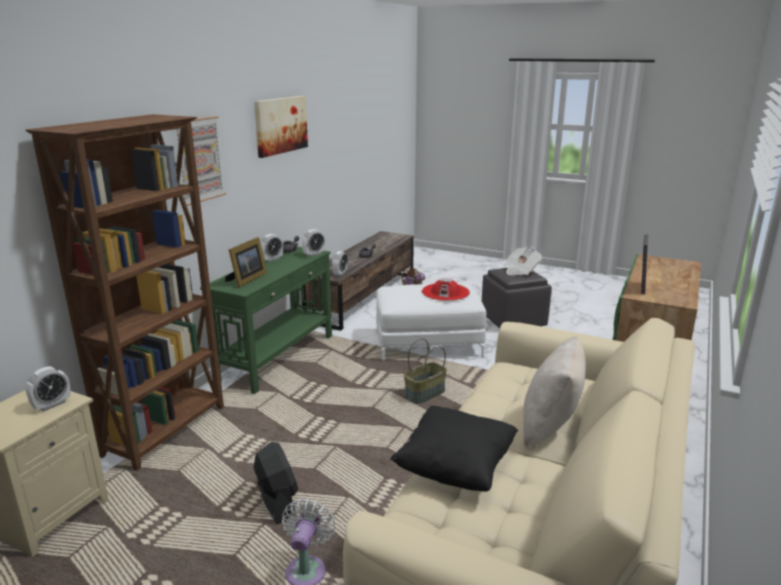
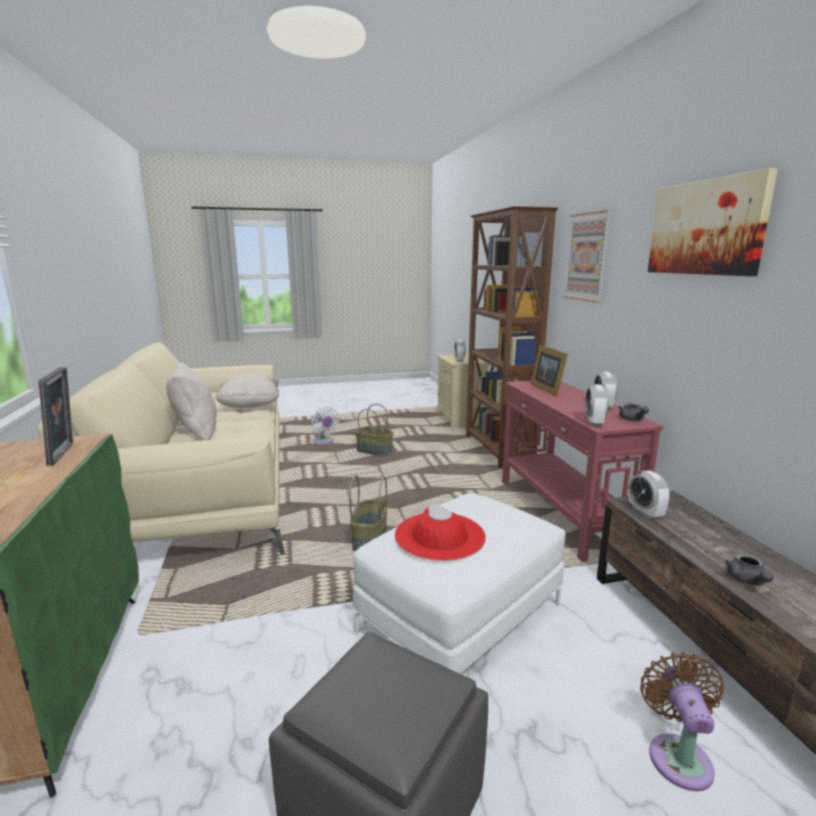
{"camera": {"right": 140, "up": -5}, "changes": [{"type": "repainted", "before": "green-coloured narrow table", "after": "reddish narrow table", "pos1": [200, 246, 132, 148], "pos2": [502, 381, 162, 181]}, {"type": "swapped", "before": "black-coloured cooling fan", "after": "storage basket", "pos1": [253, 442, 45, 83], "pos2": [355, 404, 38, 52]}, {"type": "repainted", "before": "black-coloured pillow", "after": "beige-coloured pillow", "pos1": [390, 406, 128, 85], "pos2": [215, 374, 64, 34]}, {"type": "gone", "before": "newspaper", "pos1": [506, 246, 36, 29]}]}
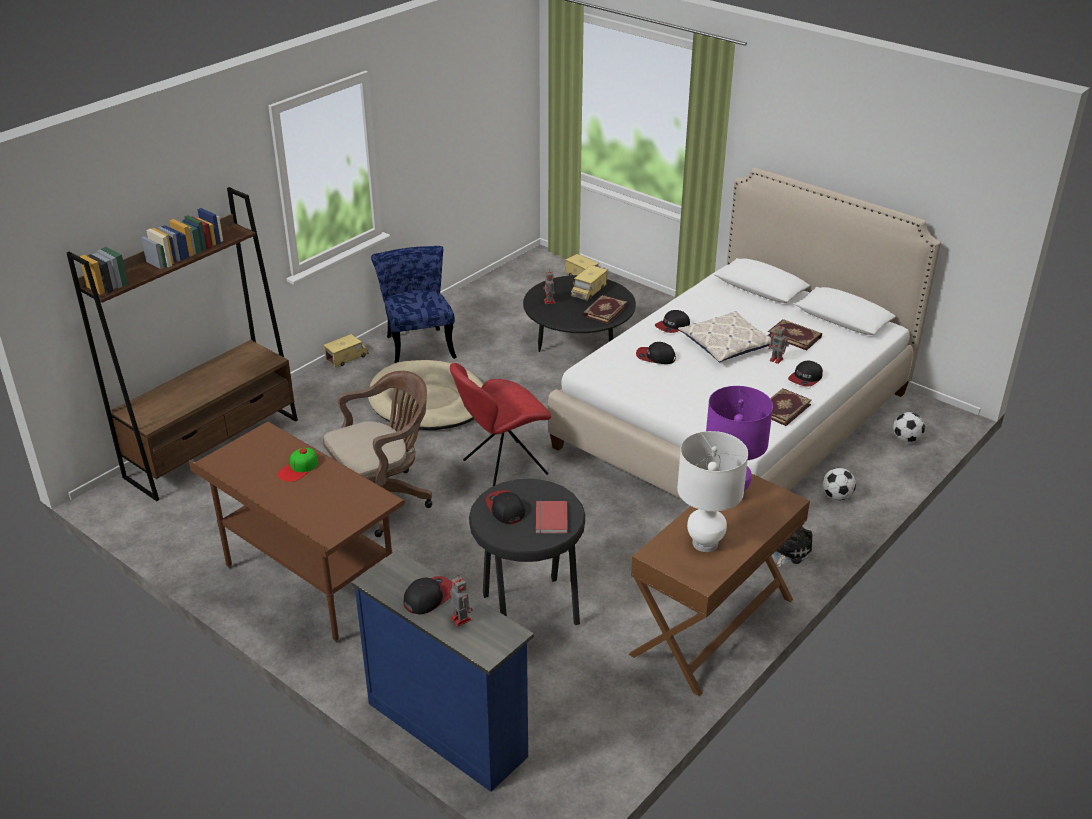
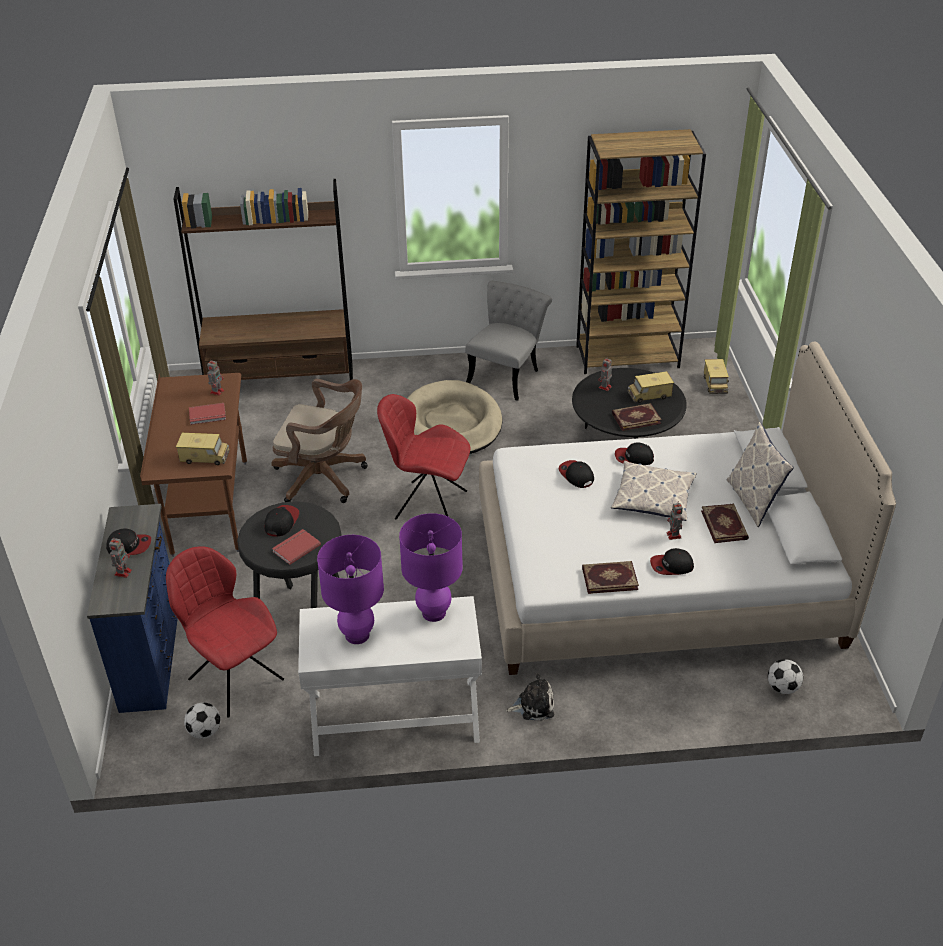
{"camera": {"right": 45, "up": 5}, "changes": [{"type": "swapped", "before": "peaked cap", "after": "reddish volume", "pos1": [278, 448, 40, 34], "pos2": [189, 403, 37, 22]}, {"type": "shifted", "before": "toy truck", "pos1": [323, 334, 46, 33], "pos2": [176, 433, 54, 32]}, {"type": "repainted", "before": "blue plain chair", "after": "greyish plain chair", "pos1": [371, 246, 86, 118], "pos2": [465, 281, 87, 119]}, {"type": "repainted", "before": "brown-coloured narrow table", "after": "white narrow table", "pos1": [628, 473, 182, 224], "pos2": [298, 596, 184, 160]}, {"type": "repainted", "before": "white lamp for a table", "after": "purple lamp for a table", "pos1": [677, 431, 71, 121], "pos2": [317, 535, 67, 109]}, {"type": "shifted", "before": "ball for football", "pos1": [823, 468, 33, 32], "pos2": [184, 703, 37, 36]}, {"type": "new", "after": "reddish plain chair", "pos2": [166, 546, 118, 172]}, {"type": "new", "after": "toy robot", "pos2": [207, 358, 17, 37]}, {"type": "new", "after": "brown-coloured shelving unit", "pos2": [576, 129, 130, 245]}, {"type": "new", "after": "pillow", "pos2": [727, 422, 67, 105]}]}
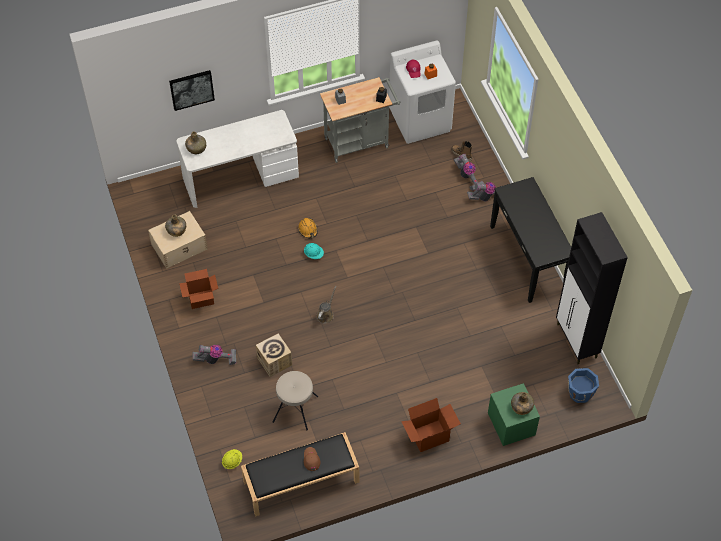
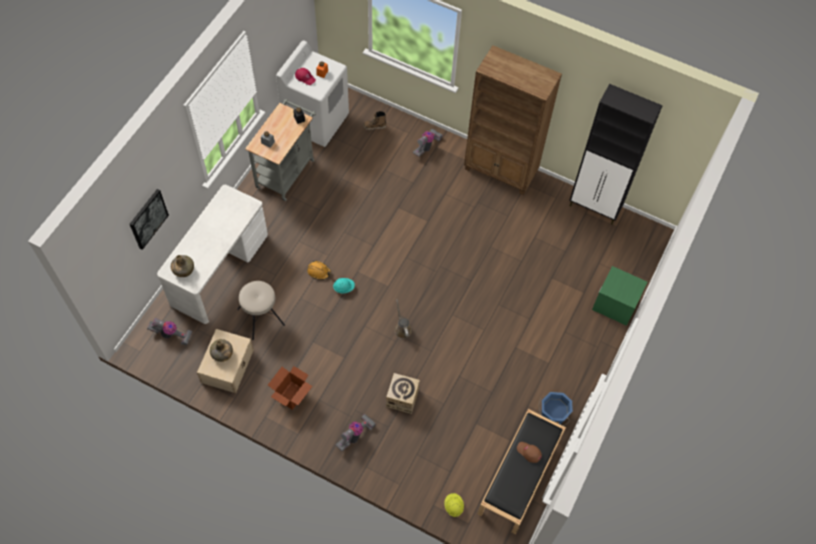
{"camera": {"right": -45, "up": 5}, "changes": [{"type": "shifted", "before": "beige-coloured stool seat", "pos1": [273, 371, 45, 59], "pos2": [237, 281, 48, 59]}, {"type": "gone", "before": "carton", "pos1": [401, 398, 60, 54]}, {"type": "shifted", "before": "vacuum", "pos1": [454, 154, 30, 37], "pos2": [147, 317, 45, 28]}, {"type": "swapped", "before": "black-coloured narrow table", "after": "brown-coloured shelving unit", "pos1": [490, 177, 81, 126], "pos2": [464, 45, 98, 150]}, {"type": "gone", "before": "green-coloured drink bottle", "pos1": [511, 392, 23, 23]}, {"type": "shifted", "before": "blue pail", "pos1": [568, 368, 31, 35], "pos2": [539, 392, 34, 34]}]}
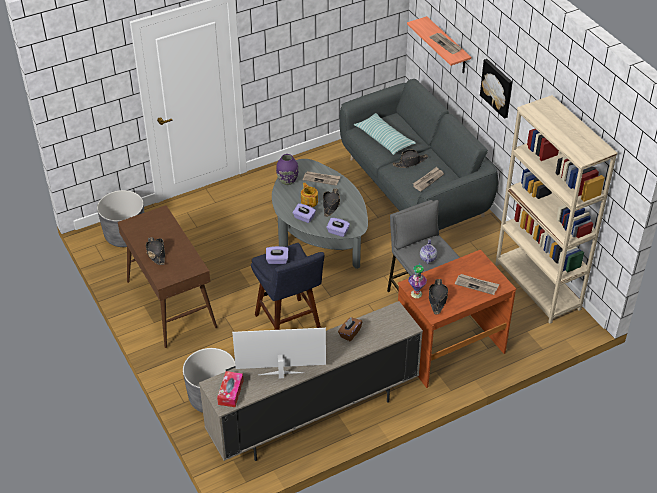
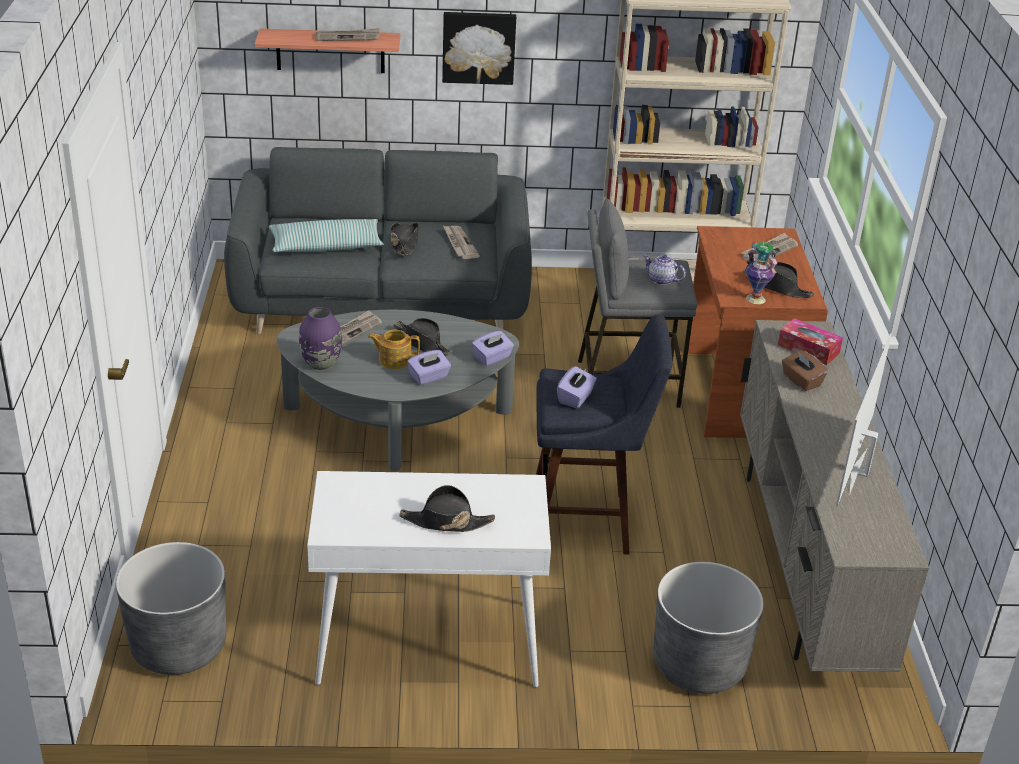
{"camera": {"right": -65, "up": -10}, "changes": [{"type": "repainted", "before": "brown-coloured narrow table", "after": "white narrow table", "pos1": [118, 205, 99, 143], "pos2": [307, 471, 244, 216]}, {"type": "shifted", "before": "box of tissues", "pos1": [217, 371, 27, 36], "pos2": [778, 318, 65, 47]}]}
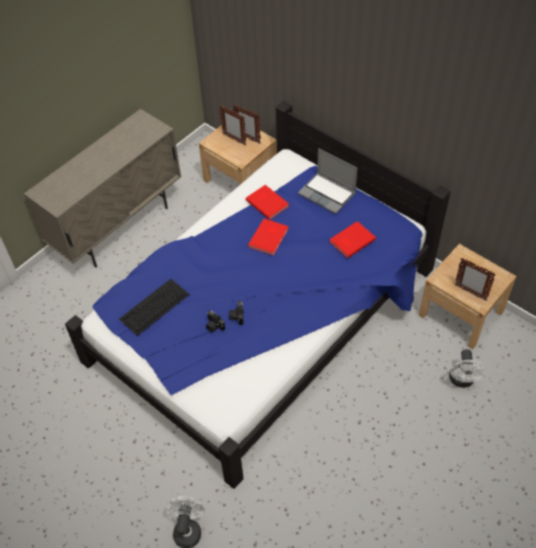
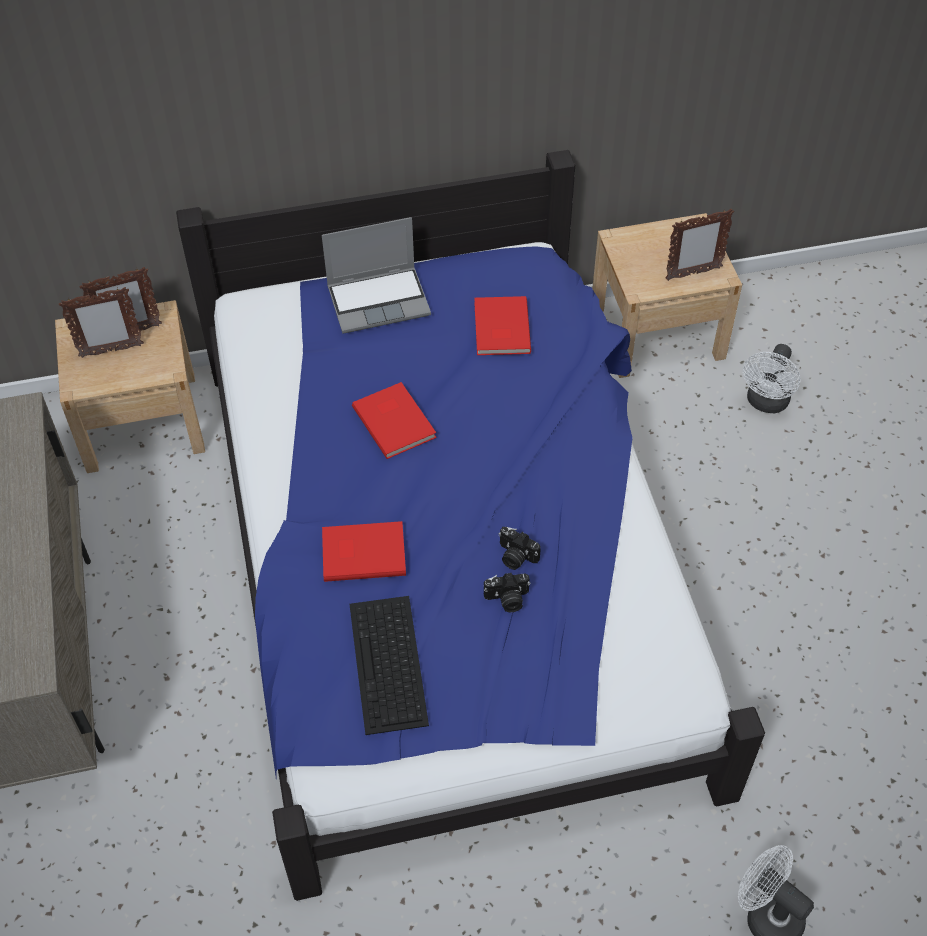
{"camera": {"right": -55, "up": 0}, "changes": [{"type": "shifted", "before": "reddish volume", "pos1": [245, 185, 44, 35], "pos2": [322, 521, 84, 61]}, {"type": "rotated", "before": "white cooling fan", "pos1": [449, 349, 37, 38], "pos2": [743, 344, 58, 69], "turn": 75}]}
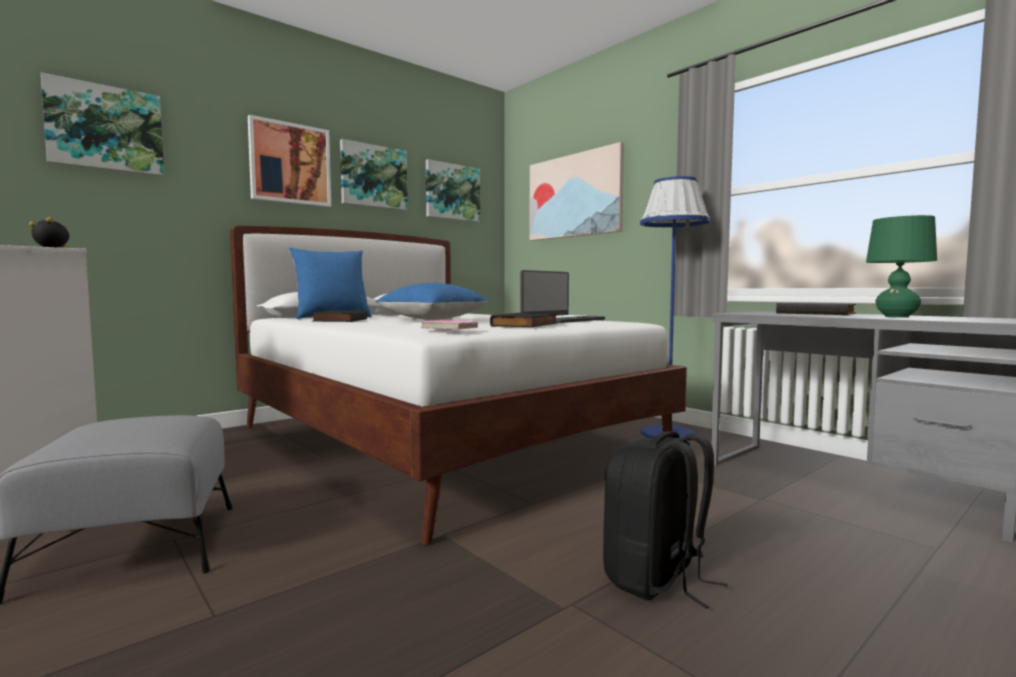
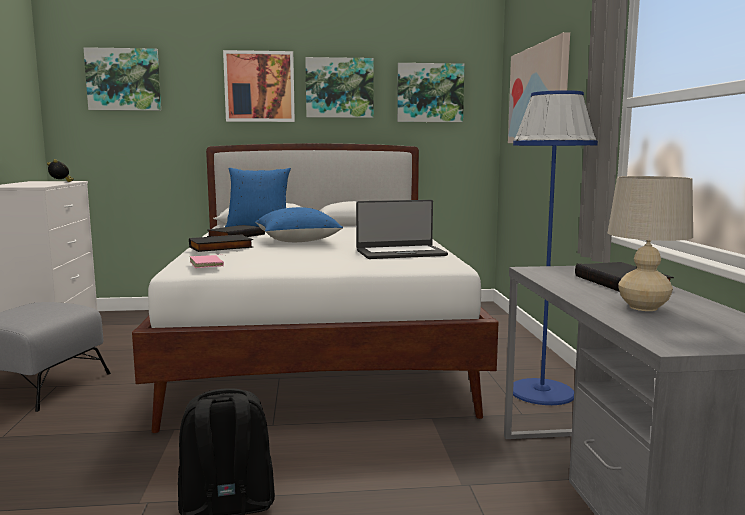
{"camera": {"right": 35, "up": 5}, "changes": [{"type": "shifted", "before": "black-coloured volume", "pos1": [490, 313, 68, 14], "pos2": [189, 234, 64, 18]}, {"type": "repainted", "before": "green-coloured lamp for a table", "after": "beige-coloured lamp for a table", "pos1": [866, 215, 71, 103], "pos2": [608, 176, 85, 135]}]}
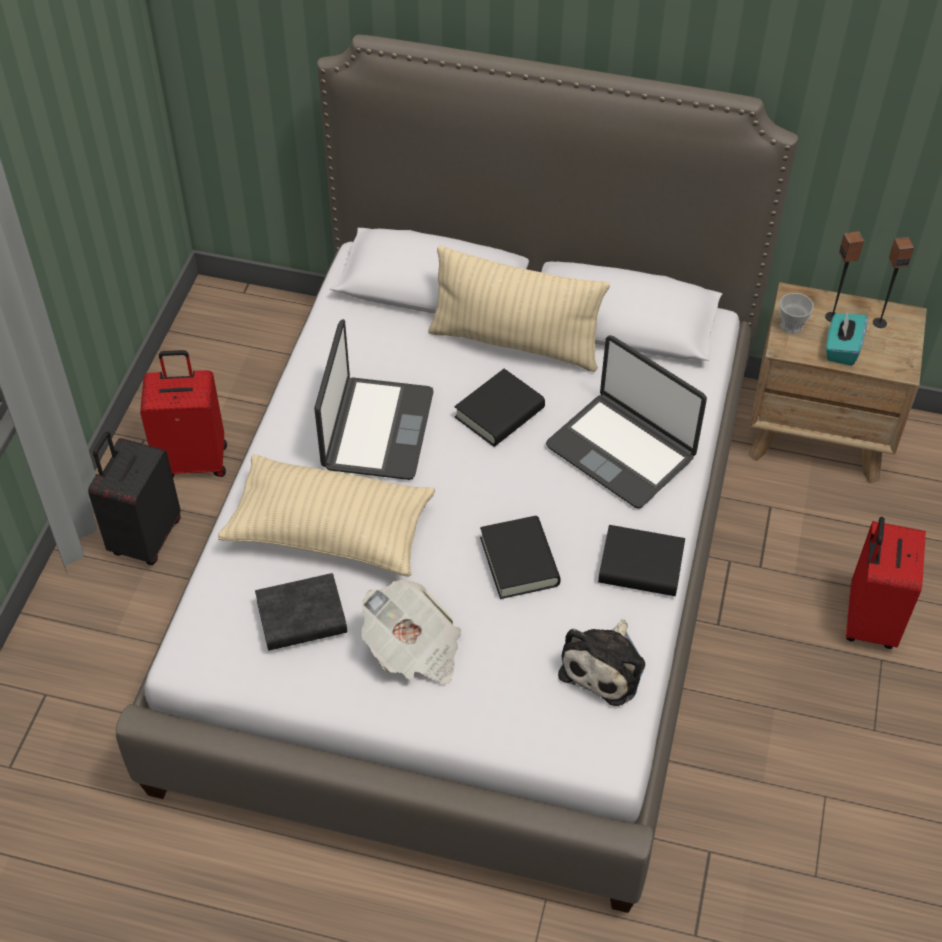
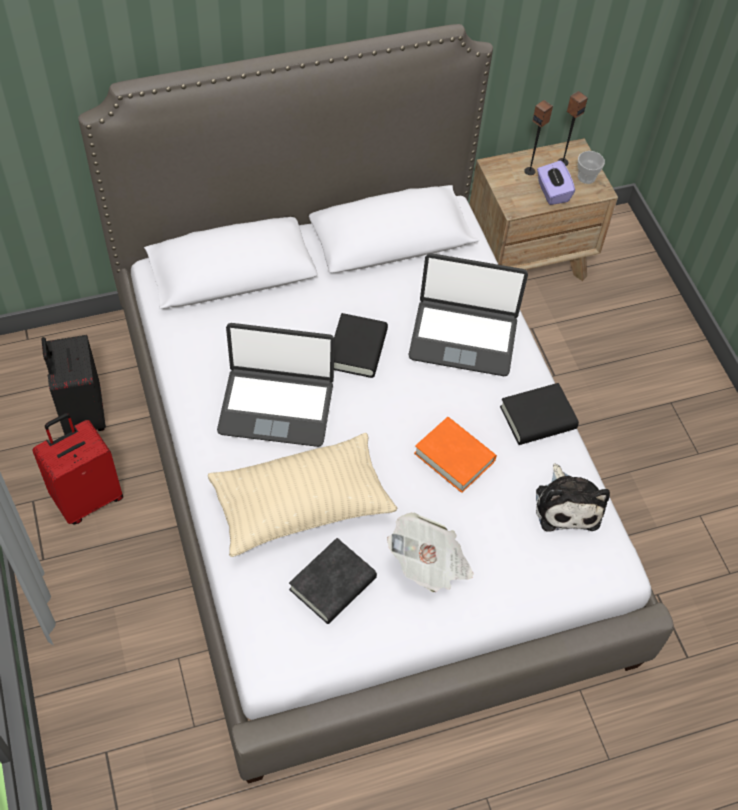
{"camera": {"right": -35, "up": 5}, "changes": [{"type": "shifted", "before": "black-coloured travel case", "pos1": [88, 431, 93, 134], "pos2": [41, 335, 65, 100]}, {"type": "rotated", "before": "laptop", "pos1": [314, 319, 120, 161], "pos2": [217, 323, 118, 124], "turn": 120}, {"type": "gone", "before": "beige-coloured pillow", "pos1": [428, 245, 182, 127]}, {"type": "repainted", "before": "black-coloured volume", "after": "orangey volume", "pos1": [480, 516, 81, 83], "pos2": [414, 417, 83, 76]}, {"type": "shifted", "before": "small cup", "pos1": [779, 293, 35, 41], "pos2": [578, 151, 27, 33]}, {"type": "repainted", "before": "turquoise box of tissues", "after": "purple box of tissues", "pos1": [826, 312, 41, 54], "pos2": [537, 160, 38, 45]}, {"type": "gone", "before": "reddish travel case", "pos1": [846, 517, 80, 132]}]}
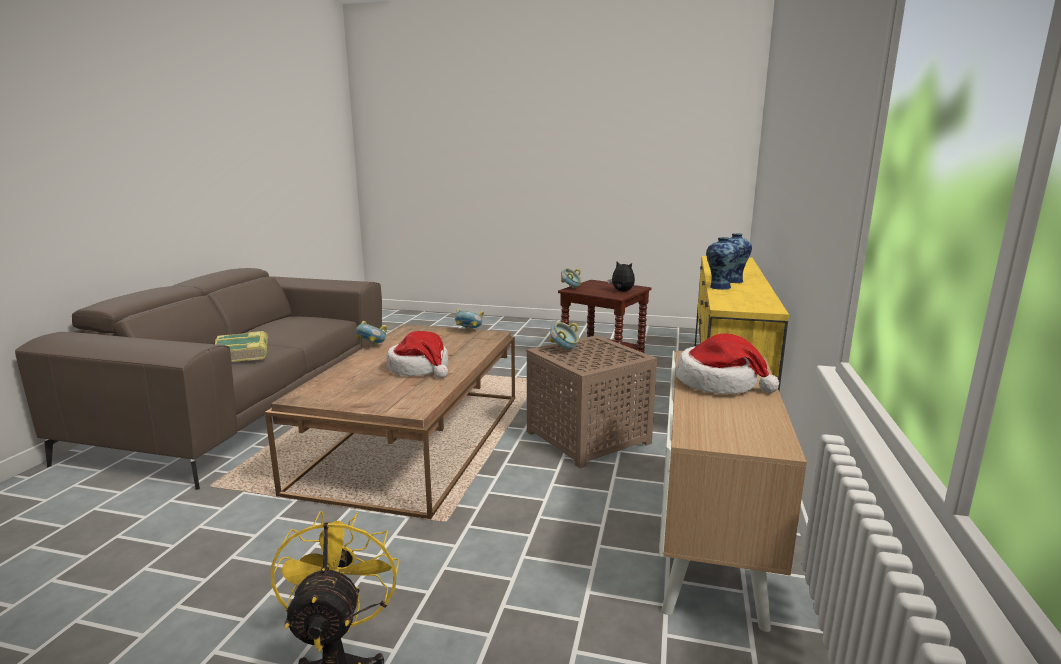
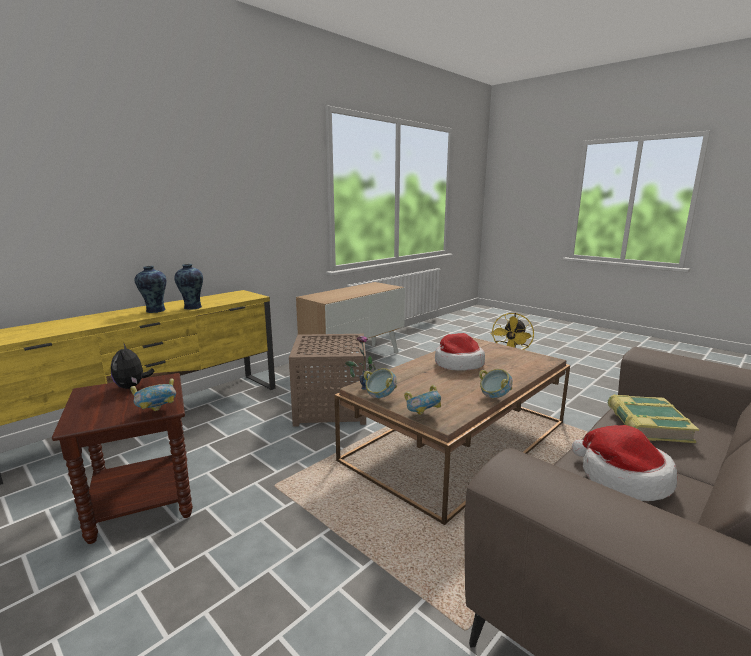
{"camera": {"right": -150, "up": 0}, "changes": [{"type": "shifted", "before": "deep dish", "pos1": [550, 322, 29, 29], "pos2": [404, 385, 37, 30]}, {"type": "shifted", "before": "wearable hat", "pos1": [676, 333, 103, 61], "pos2": [572, 425, 105, 76]}, {"type": "new", "after": "vase", "pos2": [345, 336, 31, 54]}]}
